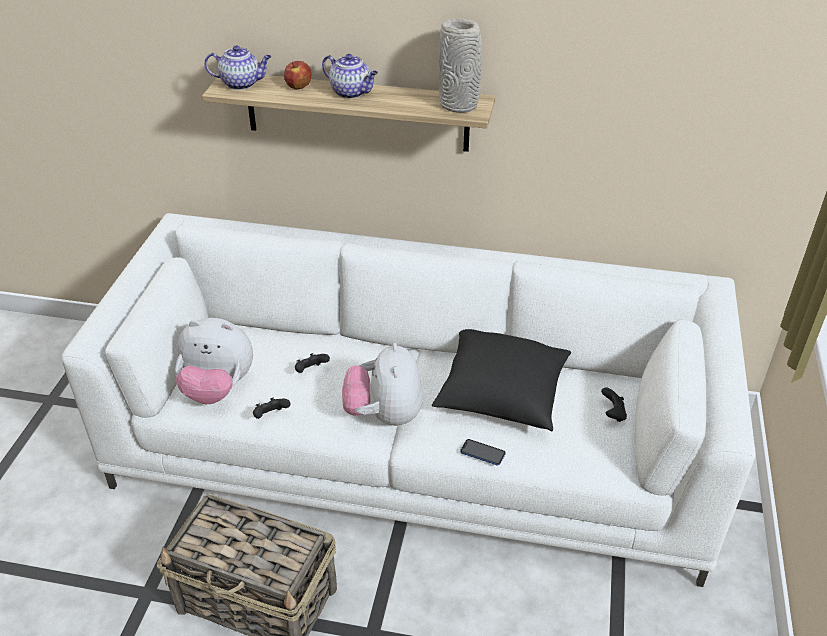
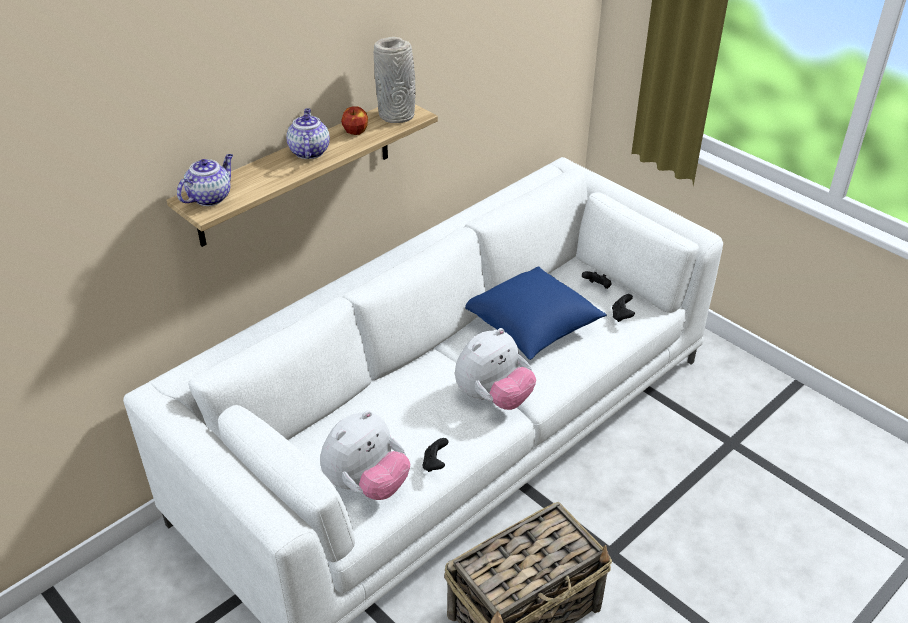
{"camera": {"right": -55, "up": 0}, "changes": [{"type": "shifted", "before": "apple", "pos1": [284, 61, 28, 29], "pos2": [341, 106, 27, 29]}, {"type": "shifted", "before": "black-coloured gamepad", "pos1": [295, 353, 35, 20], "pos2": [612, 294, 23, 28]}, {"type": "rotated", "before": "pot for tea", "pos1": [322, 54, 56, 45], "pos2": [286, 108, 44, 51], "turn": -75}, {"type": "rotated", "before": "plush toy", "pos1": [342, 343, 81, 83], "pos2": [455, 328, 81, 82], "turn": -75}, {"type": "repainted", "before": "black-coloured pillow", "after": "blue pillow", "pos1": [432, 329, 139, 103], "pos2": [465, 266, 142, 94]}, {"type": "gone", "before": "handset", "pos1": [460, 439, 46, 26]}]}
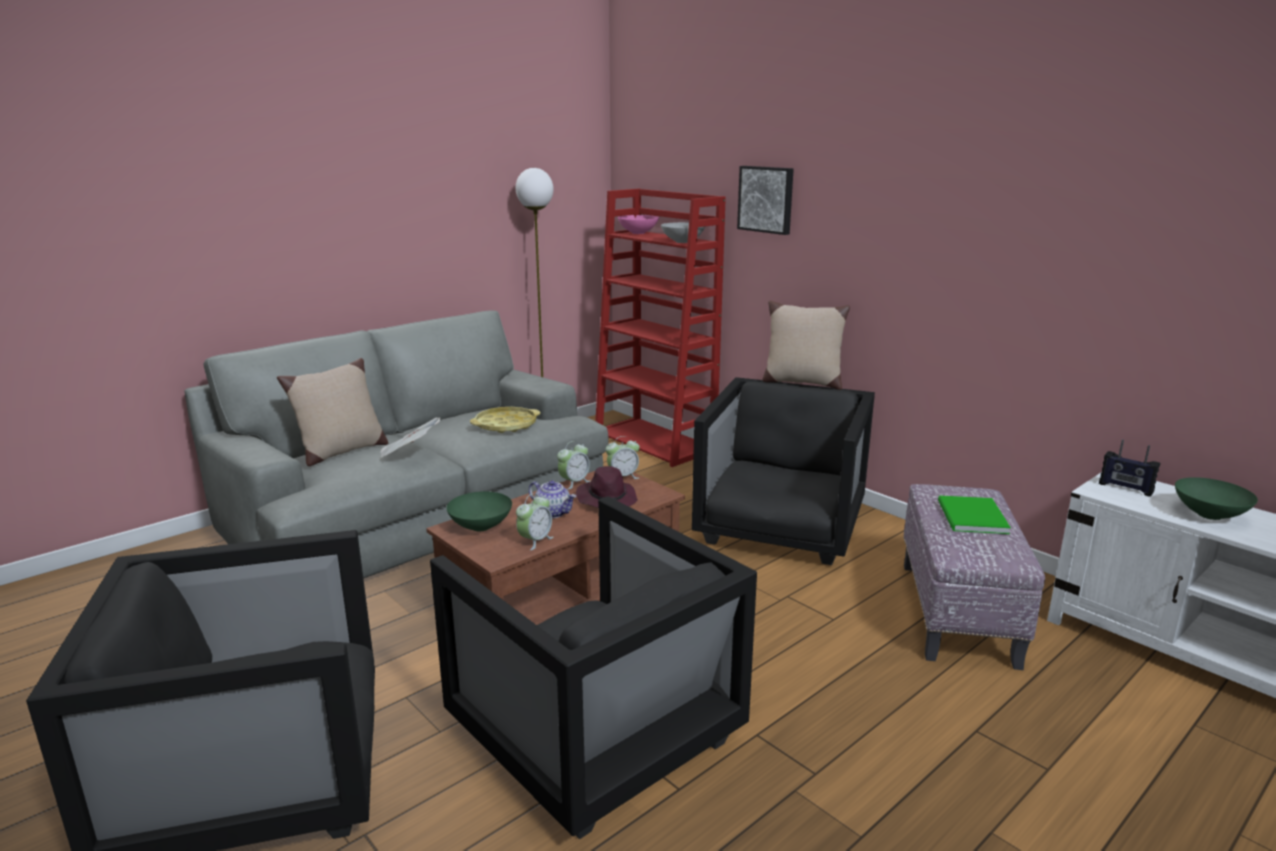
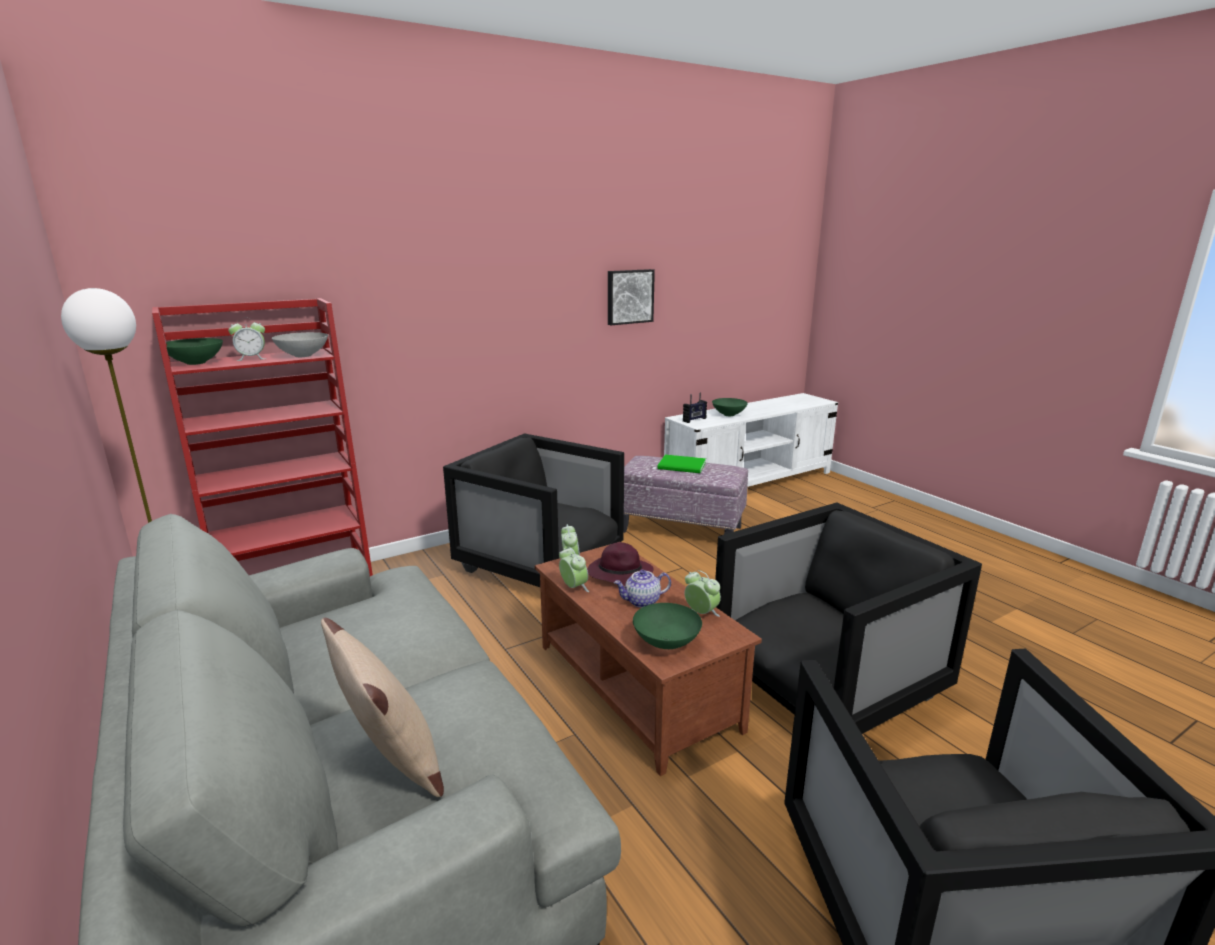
{"camera": {"right": -80, "up": 0}, "changes": [{"type": "gone", "before": "newspaper", "pos1": [379, 417, 62, 42]}, {"type": "gone", "before": "yellow tray", "pos1": [470, 407, 70, 26]}, {"type": "rotated", "before": "pot for tea", "pos1": [529, 481, 47, 37], "pos2": [614, 570, 57, 38], "turn": -150}, {"type": "repainted", "before": "pinkish deep dish", "after": "green-coloured deep dish", "pos1": [618, 215, 41, 19], "pos2": [166, 338, 57, 27]}, {"type": "shifted", "before": "wall picture", "pos1": [737, 166, 57, 69], "pos2": [608, 269, 47, 56]}, {"type": "gone", "before": "beige-coloured pillow", "pos1": [763, 301, 87, 89]}, {"type": "new", "after": "table clock", "pos2": [228, 319, 37, 42]}]}
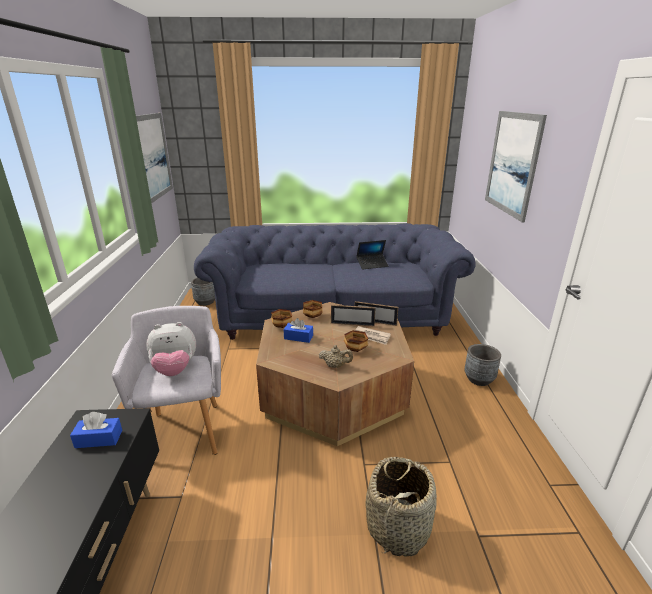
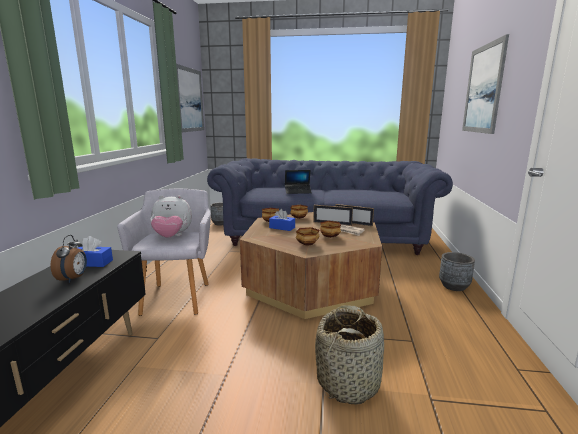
{"camera": {"right": 10, "up": -10}, "changes": [{"type": "swapped", "before": "beige-coloured pot for tea", "after": "deep dish", "pos1": [319, 345, 34, 23], "pos2": [296, 227, 24, 18]}, {"type": "shifted", "before": "laptop", "pos1": [356, 240, 33, 30], "pos2": [285, 170, 27, 24]}, {"type": "new", "after": "table clock", "pos2": [50, 235, 37, 48]}]}
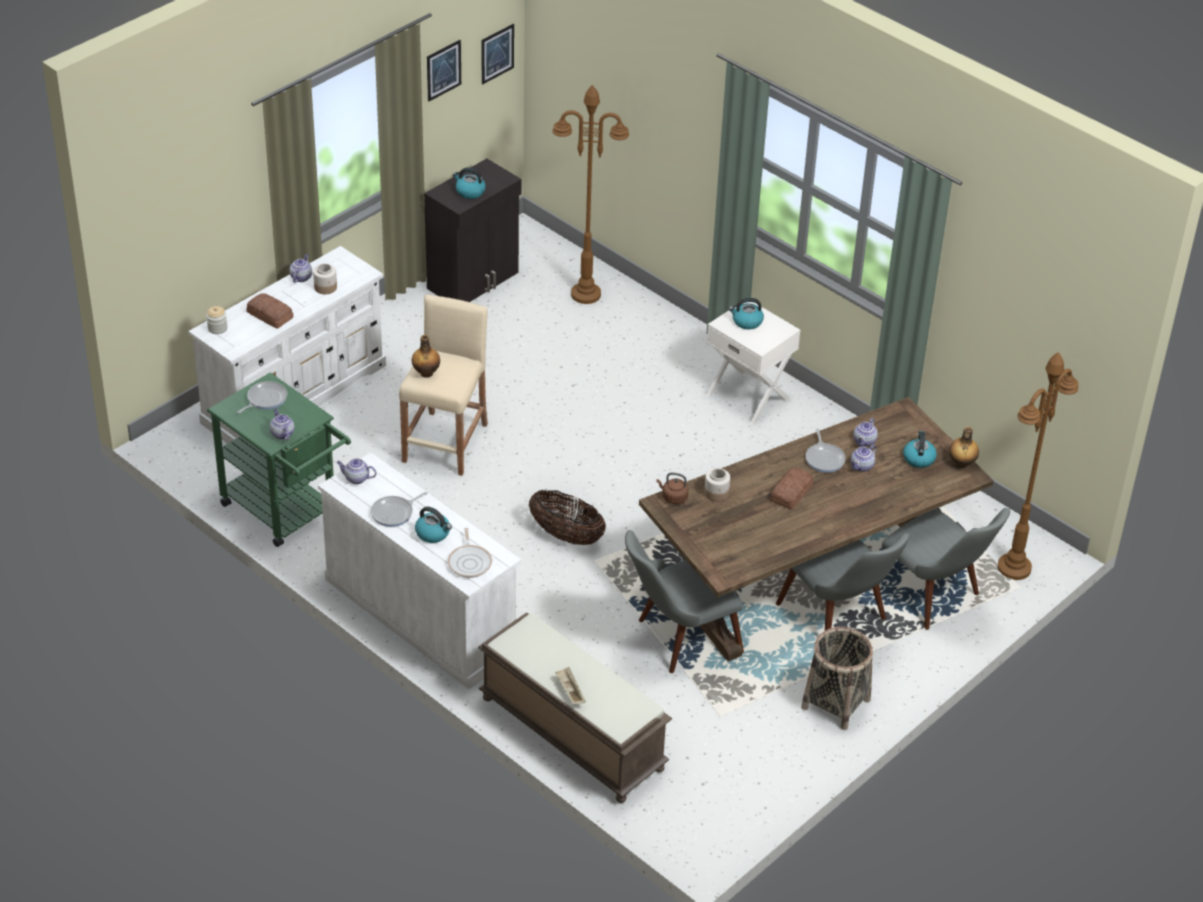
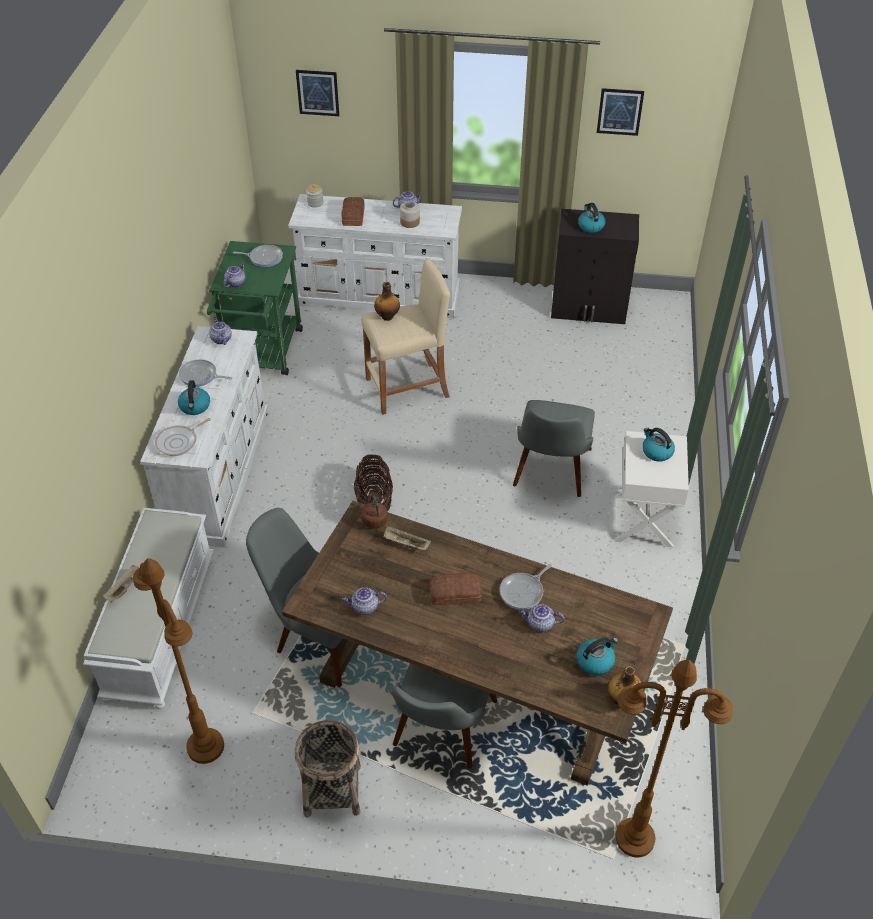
{"camera": {"right": 55, "up": 5}, "changes": [{"type": "repainted", "before": "brown-coloured bench", "after": "white bench", "pos1": [478, 612, 194, 191], "pos2": [83, 508, 131, 201]}, {"type": "shifted", "before": "wall picture", "pos1": [481, 24, 33, 60], "pos2": [296, 70, 43, 46]}, {"type": "shifted", "before": "brown-coloured floor lamp", "pos1": [553, 85, 76, 219], "pos2": [133, 558, 91, 206]}, {"type": "swapped", "before": "storage jar", "after": "beige-coloured tray", "pos1": [704, 468, 26, 34], "pos2": [383, 526, 48, 24]}, {"type": "shifted", "before": "pot for tea", "pos1": [853, 418, 25, 29], "pos2": [342, 587, 45, 28]}, {"type": "shifted", "before": "greyish plain chair", "pos1": [882, 508, 128, 122], "pos2": [513, 400, 82, 97]}]}
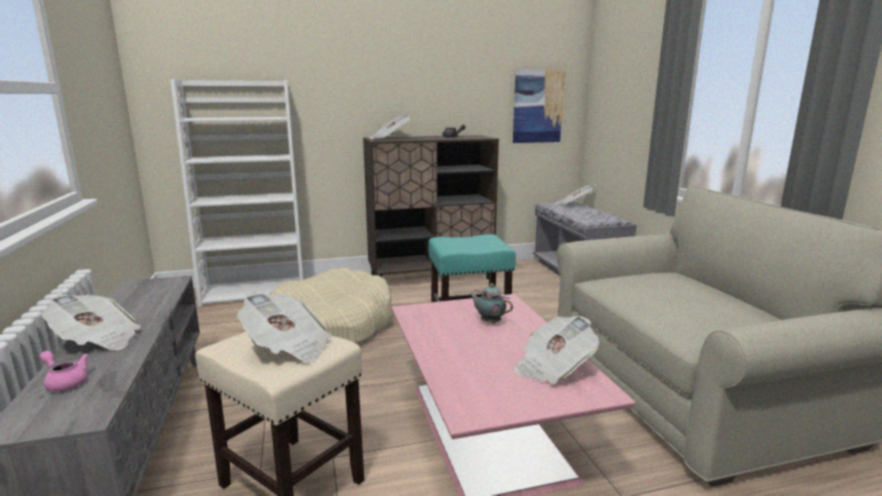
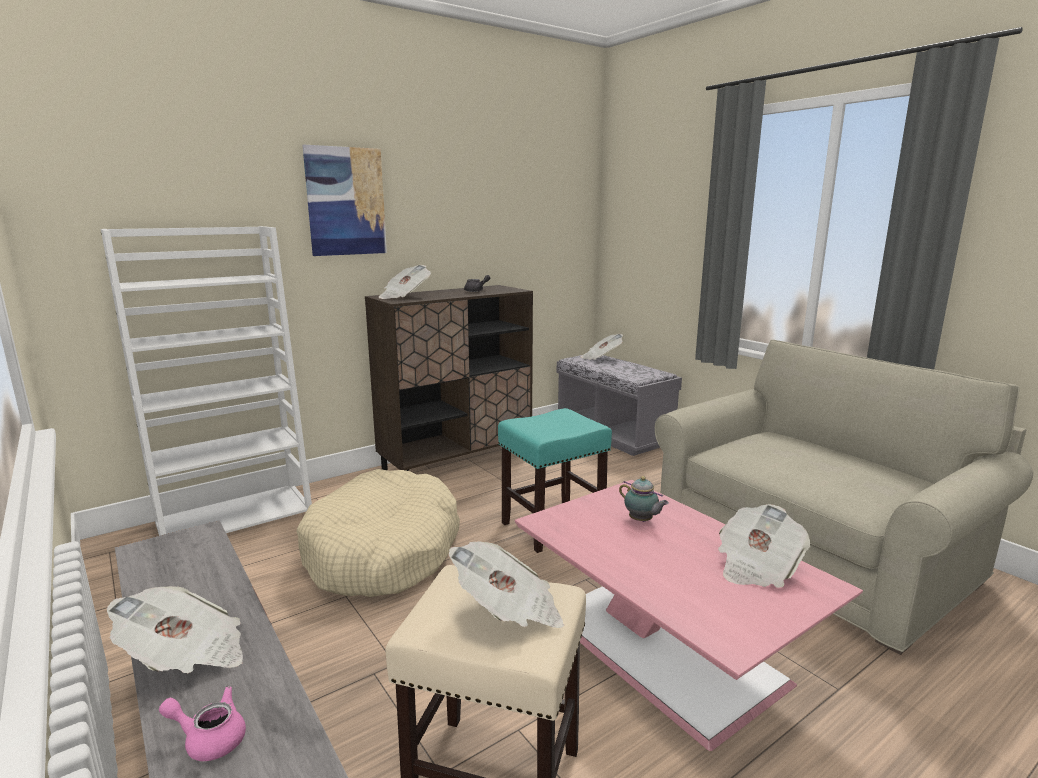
{"camera": {"right": -20, "up": 0}, "changes": [{"type": "rotated", "before": "pot for tea", "pos1": [469, 284, 44, 40], "pos2": [619, 476, 50, 46], "turn": -150}, {"type": "shifted", "before": "wall picture", "pos1": [513, 69, 53, 74], "pos2": [302, 145, 85, 111]}]}
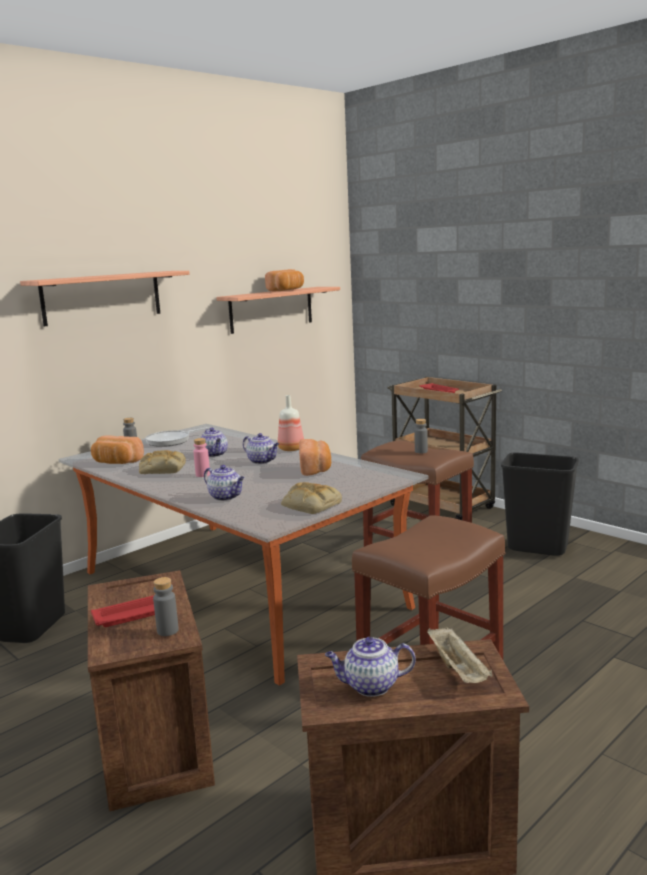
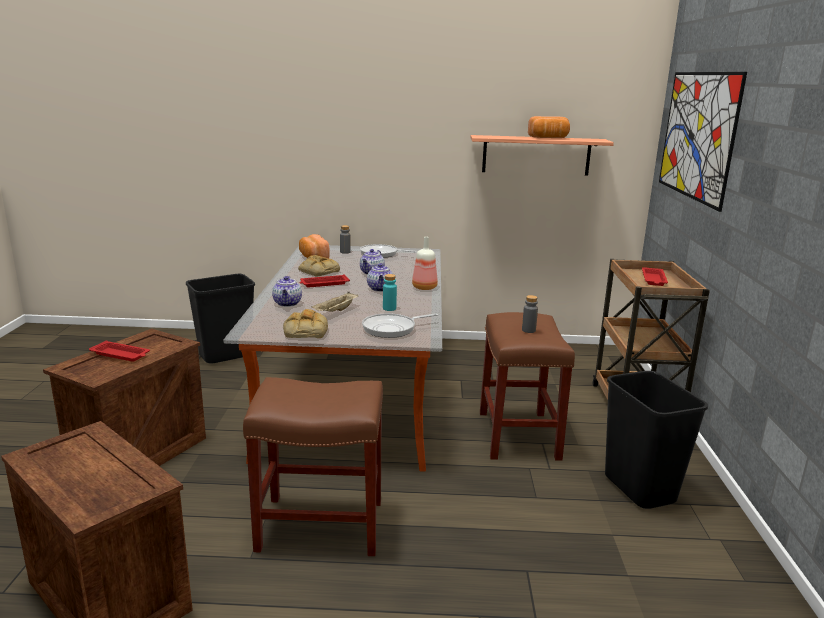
{"camera": {"right": 45, "up": 5}, "changes": [{"type": "gone", "before": "bracket shelf", "pos1": [20, 271, 170, 55]}, {"type": "gone", "before": "greyish drink bottle", "pos1": [153, 577, 26, 59]}, {"type": "swapped", "before": "pinkish drink bottle", "after": "reddish tray", "pos1": [194, 438, 16, 39], "pos2": [299, 274, 51, 14]}, {"type": "swapped", "before": "bakery bread", "after": "turquoise drink bottle", "pos1": [299, 439, 32, 37], "pos2": [383, 274, 14, 37]}, {"type": "gone", "before": "pot for tea", "pos1": [325, 637, 91, 60]}, {"type": "shifted", "before": "beige-coloured tray", "pos1": [427, 626, 65, 57], "pos2": [312, 292, 46, 20]}, {"type": "new", "after": "skillet", "pos2": [362, 313, 76, 25]}, {"type": "new", "after": "wall picture", "pos2": [659, 72, 88, 140]}]}
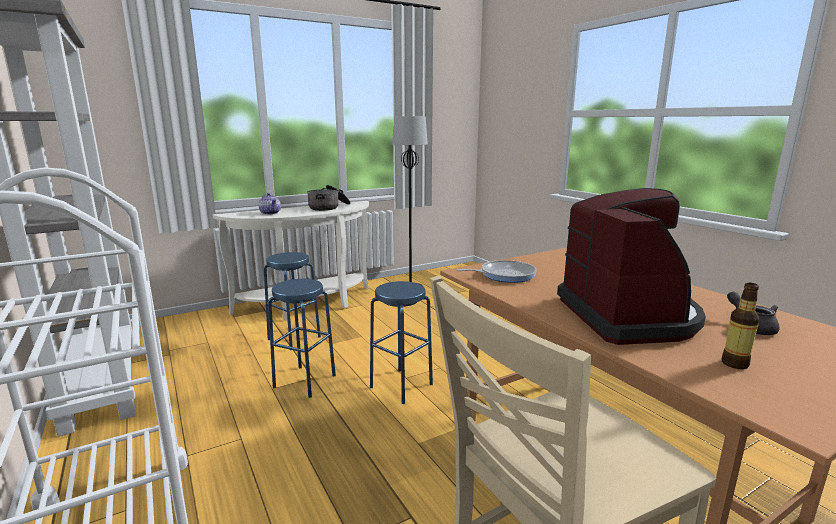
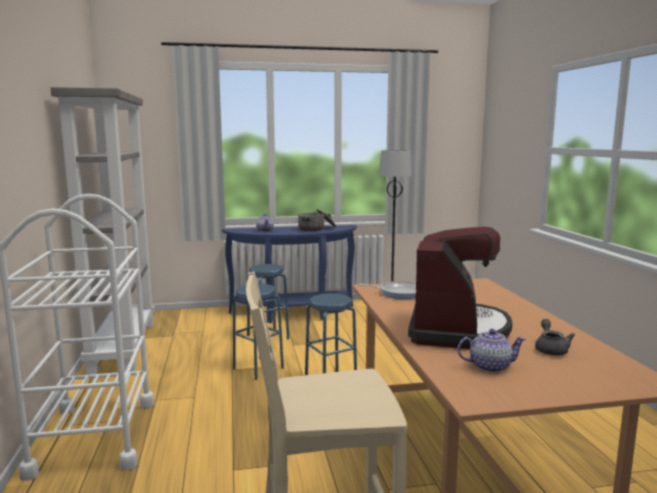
{"camera": {"right": 20, "up": -5}, "changes": [{"type": "repainted", "before": "white narrow table", "after": "blue narrow table", "pos1": [212, 201, 157, 119], "pos2": [222, 225, 134, 98]}, {"type": "swapped", "before": "drink bottle", "after": "pot for tea", "pos1": [721, 283, 39, 86], "pos2": [457, 329, 69, 44]}]}
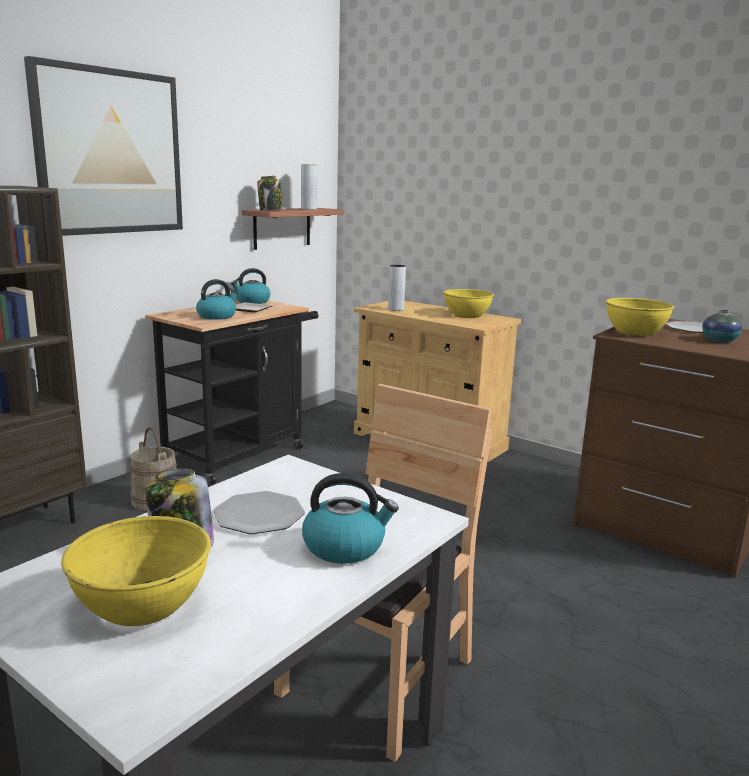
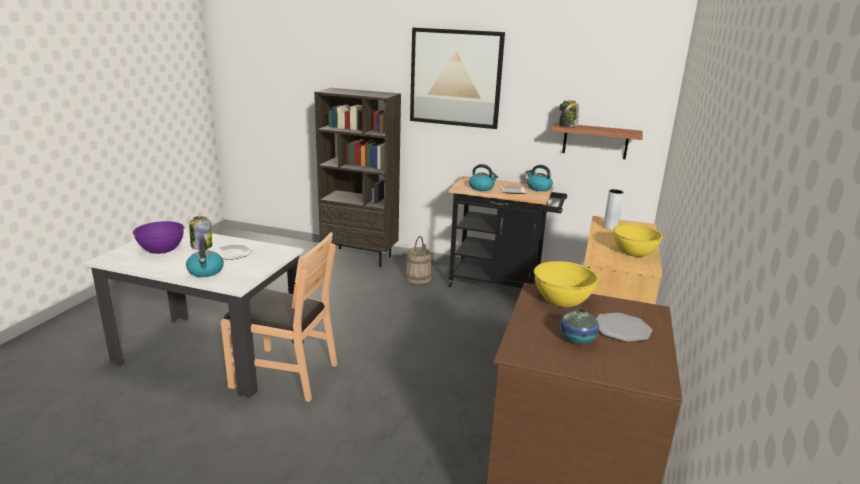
{"camera": {"right": 70, "up": 5}, "changes": [{"type": "repainted", "before": "yellow deep dish", "after": "purple deep dish", "pos1": [61, 516, 150, 110], "pos2": [133, 221, 51, 33]}, {"type": "gone", "before": "greyish vase", "pos1": [301, 164, 16, 46]}]}
